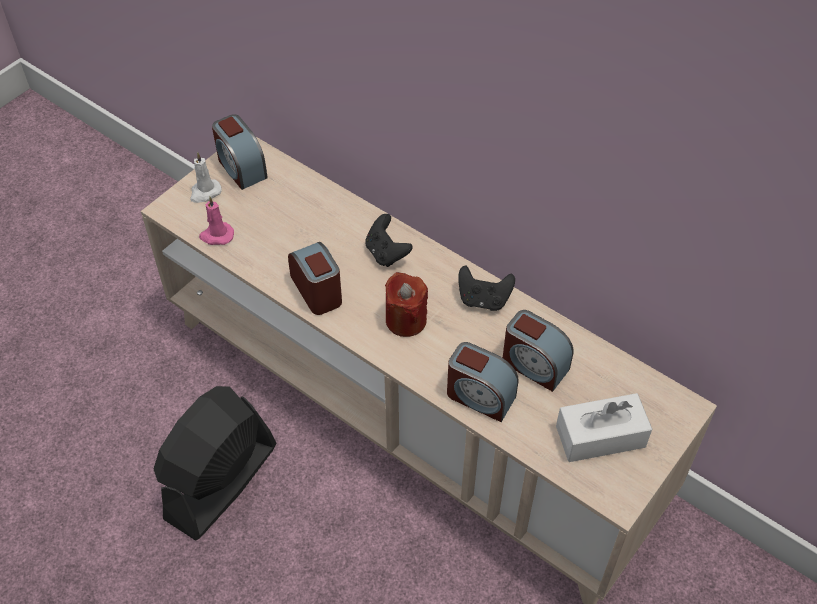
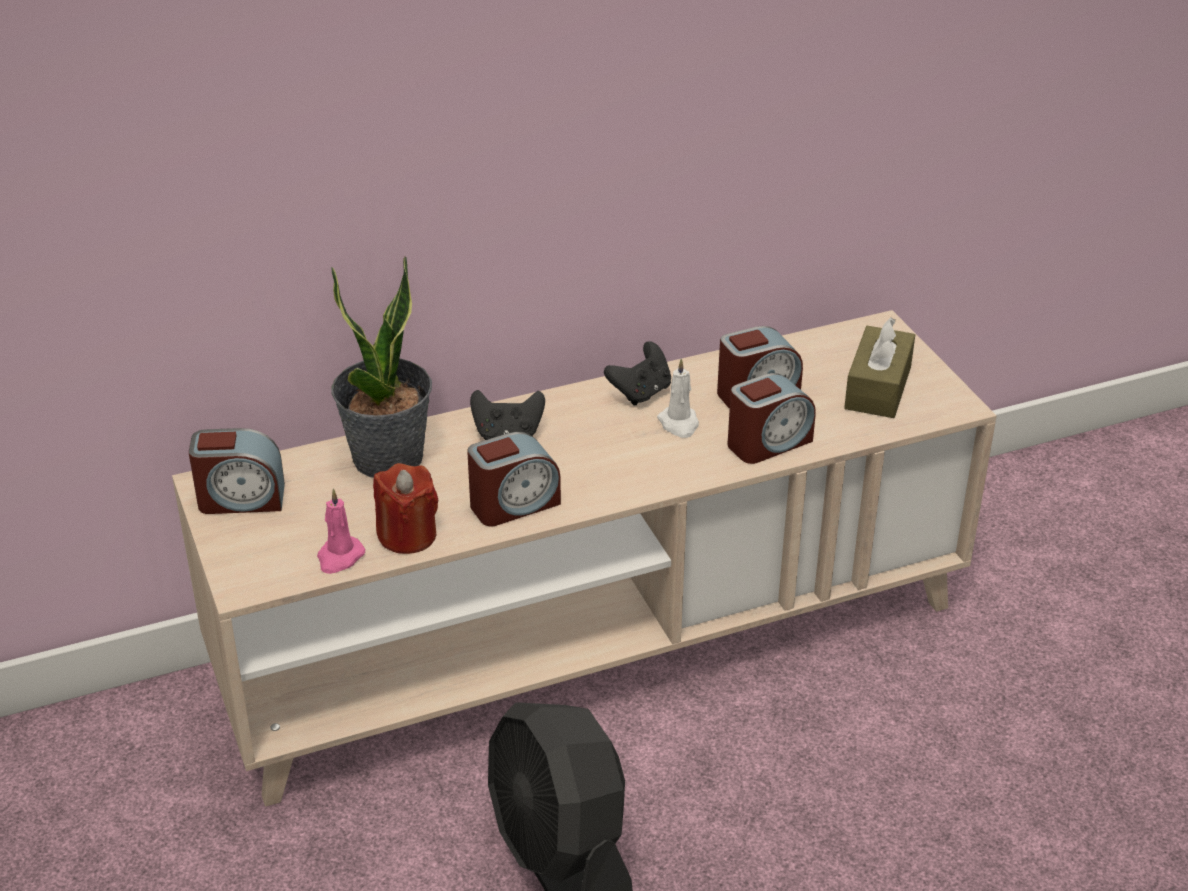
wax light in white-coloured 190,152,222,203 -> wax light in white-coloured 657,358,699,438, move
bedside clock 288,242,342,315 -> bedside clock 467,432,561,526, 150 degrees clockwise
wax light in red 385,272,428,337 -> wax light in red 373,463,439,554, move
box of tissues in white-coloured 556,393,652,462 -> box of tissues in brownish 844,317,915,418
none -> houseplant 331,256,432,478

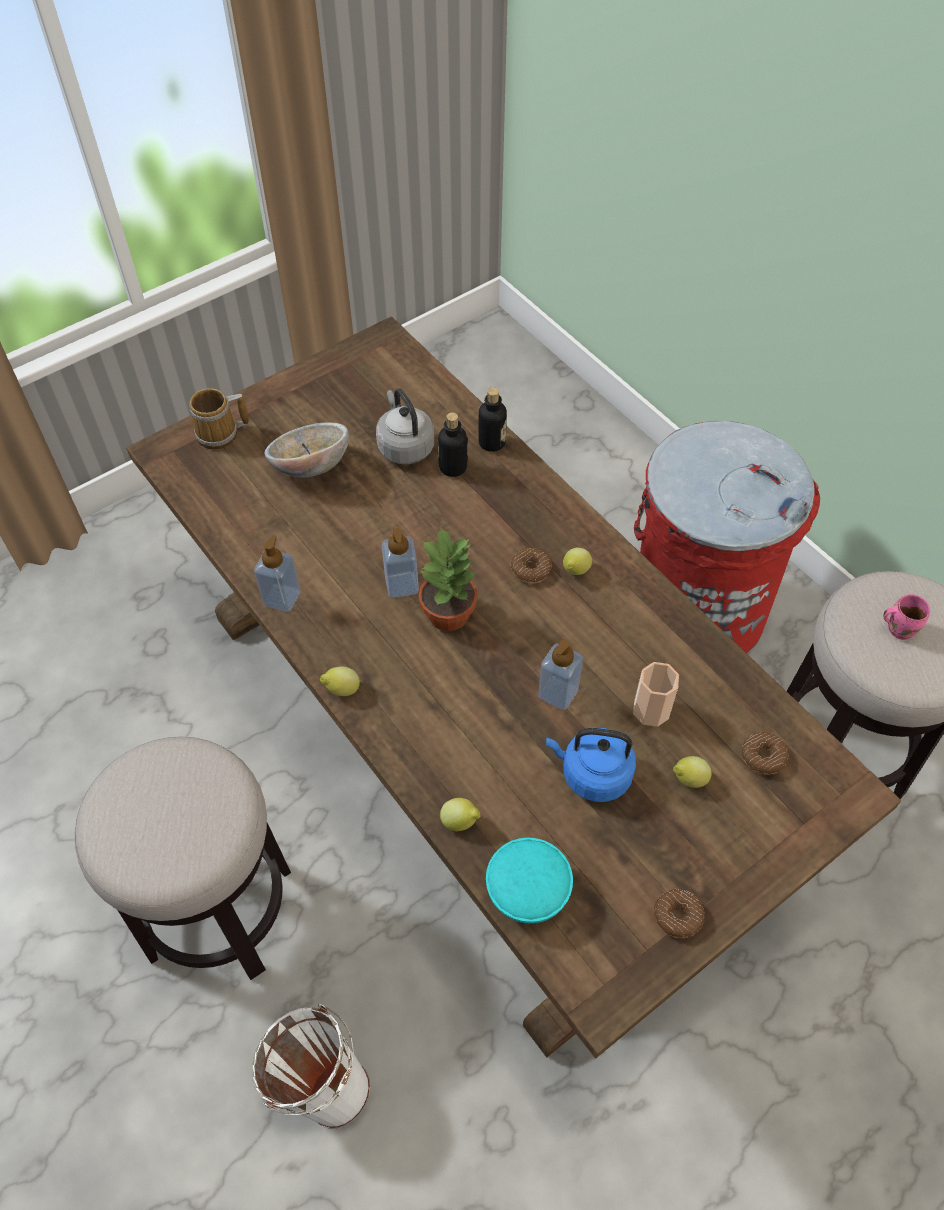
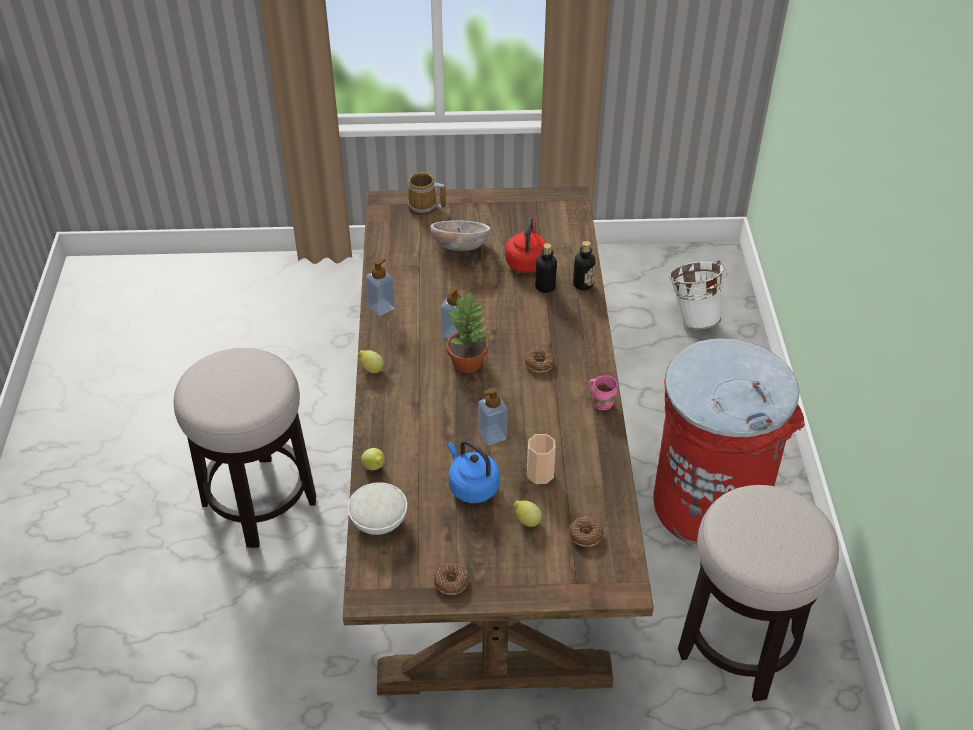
tea kettle in gray 376,388,434,464 -> tea kettle in red 506,218,546,273
citrus fruit 563,547,592,575 -> none
tea mug in pinkish 883,594,930,640 -> tea mug in pinkish 588,375,618,410, move
deep dish in blue-green 486,838,573,923 -> deep dish in white-coloured 348,482,407,535
bucket in white-coloured 252,1004,370,1129 -> bucket in white-coloured 669,260,727,329, move

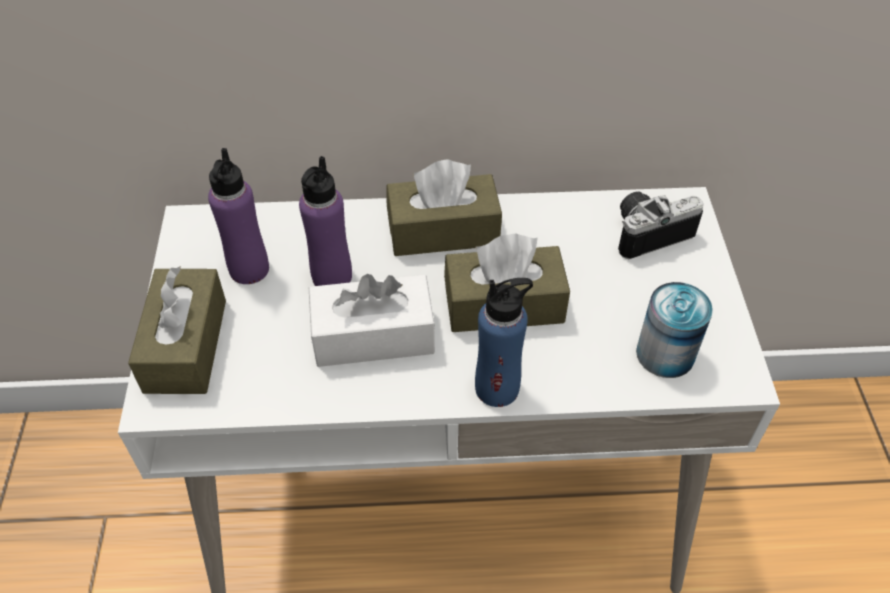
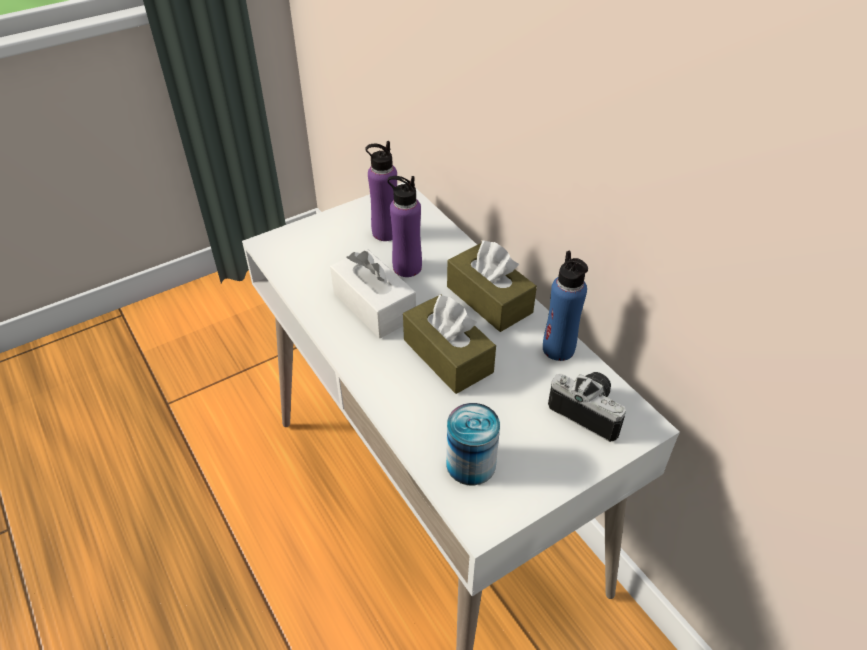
box of tissues in brownish 128,266,226,394 -> none
drink bottle in blue-coloured 475,278,533,407 -> drink bottle in blue-coloured 543,251,588,361, move

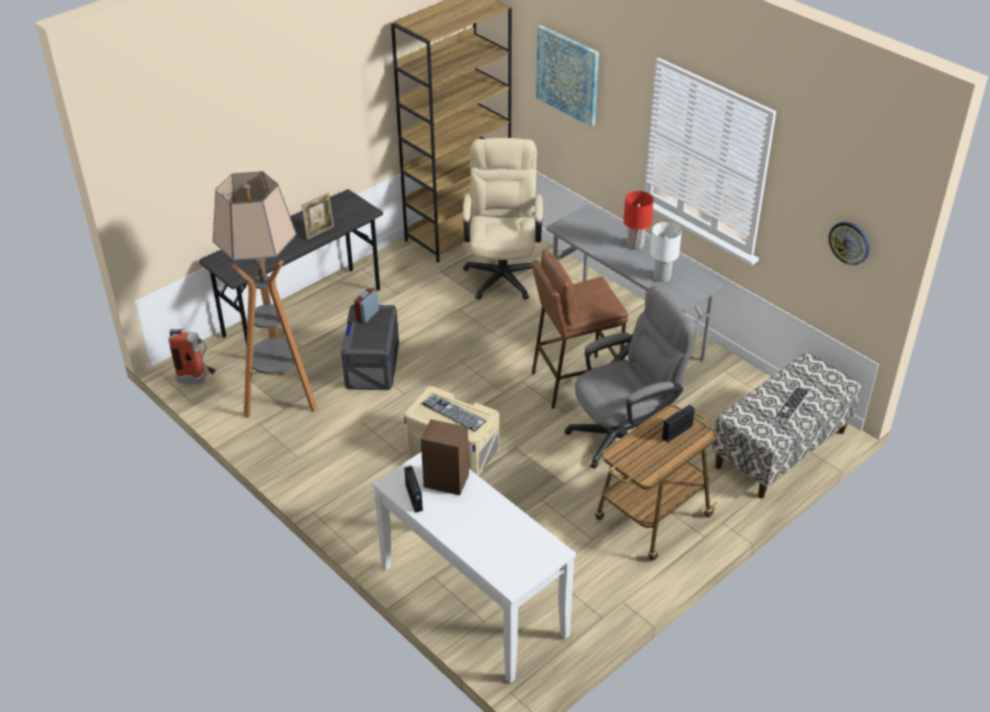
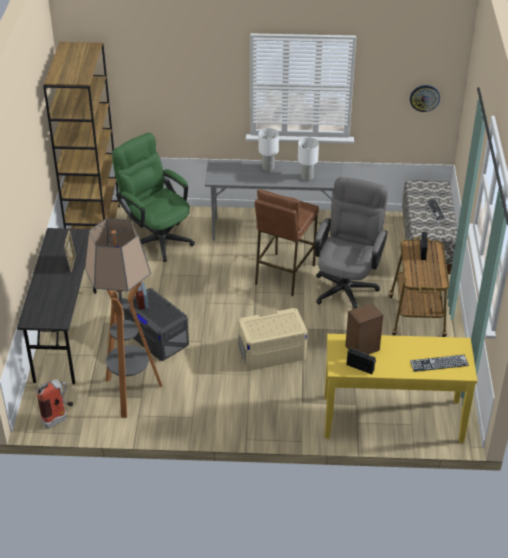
wall art 536,25,599,126 -> none
computer chair in sand-coloured 463,138,543,300 -> computer chair in green 112,133,195,262
tabletop lamp in red 624,191,654,250 -> tabletop lamp in white-coloured 258,128,279,171
computer keyboard 421,393,486,431 -> computer keyboard 410,355,469,372, move
console table in white-coloured 372,452,576,683 -> console table in yellow 324,334,477,443

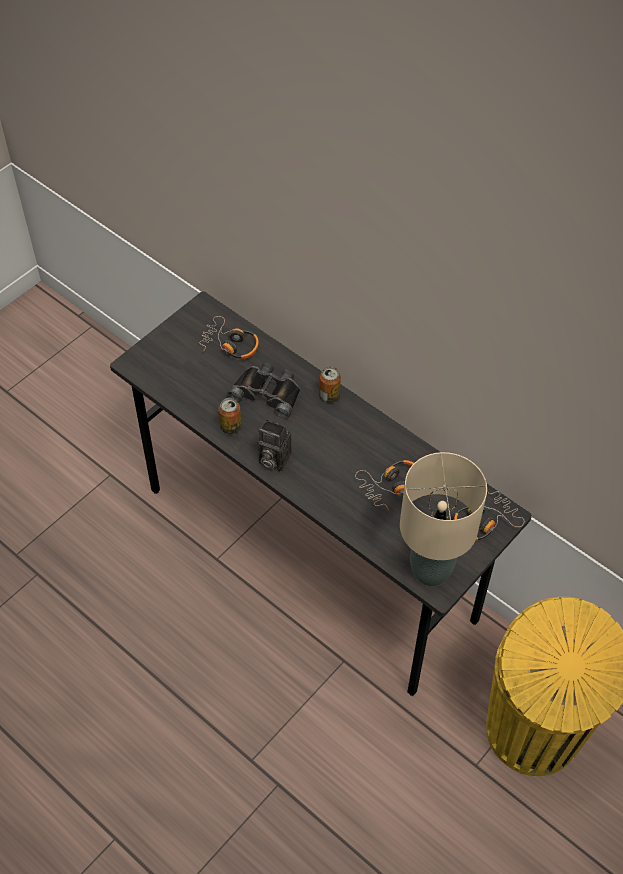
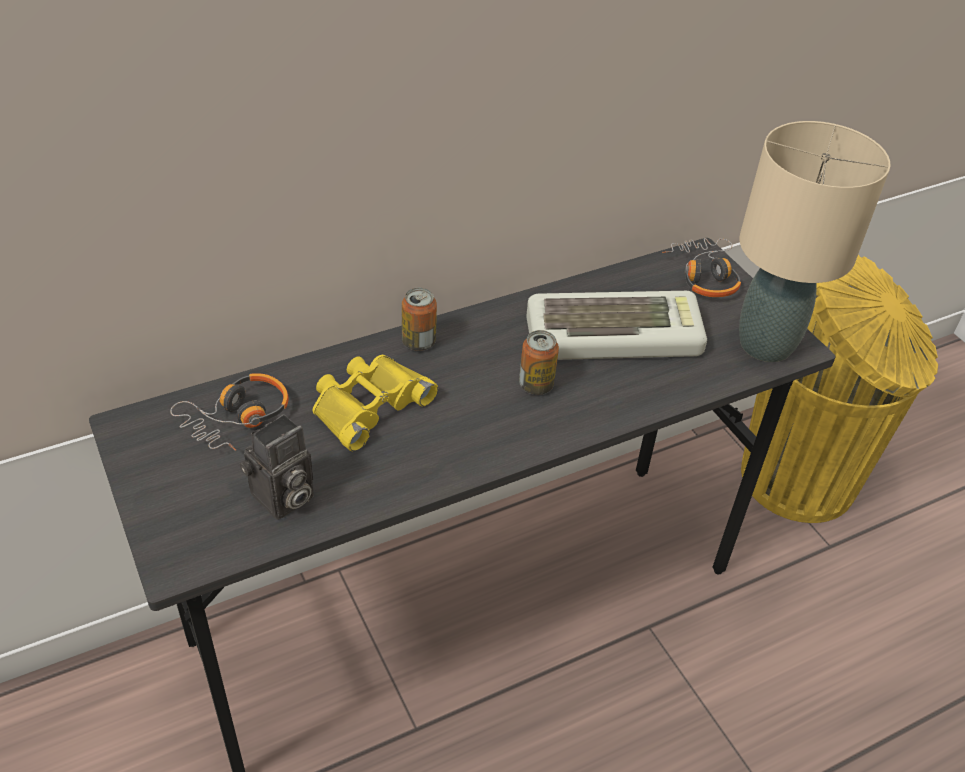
binoculars in black 228,363,301,418 -> binoculars in yellow 313,355,438,451
sealed can 218,398,242,434 -> sealed can 519,330,559,395, move
photo camera 258,420,292,471 -> photo camera 239,414,314,520, move
headphones 355,460,414,510 -> computer keyboard 526,291,707,360

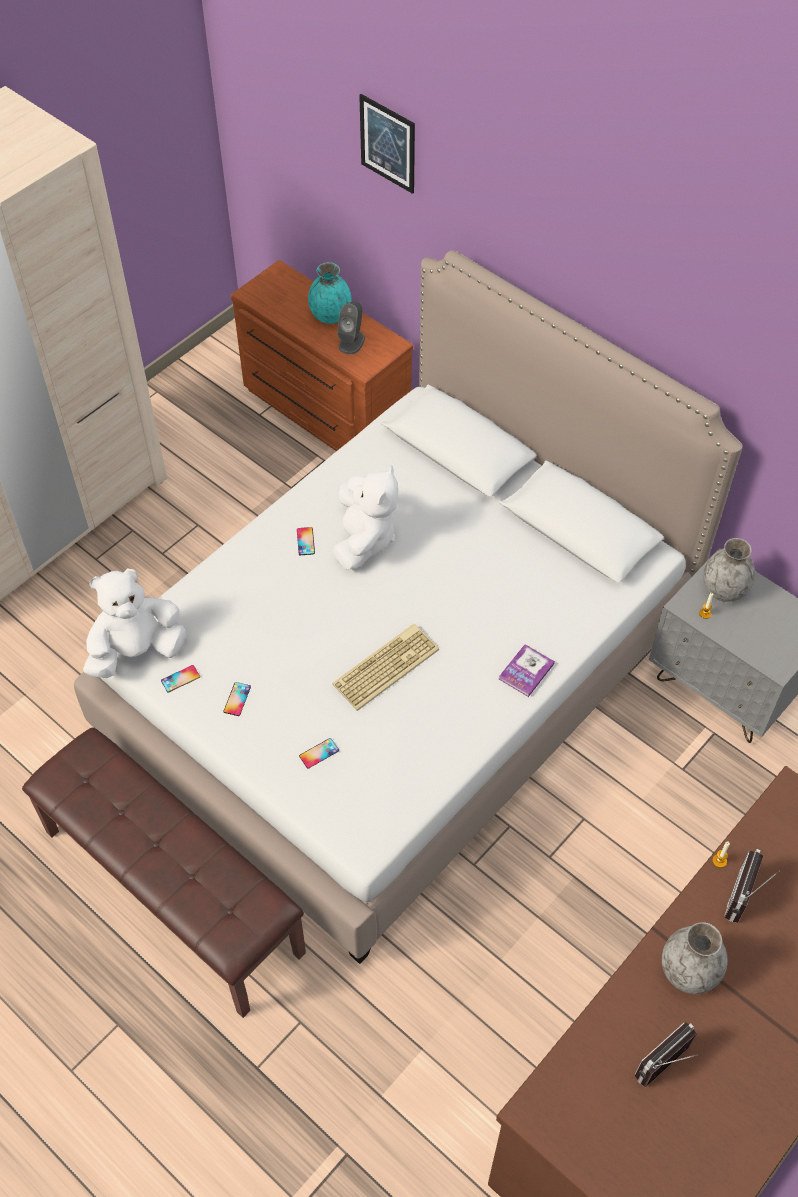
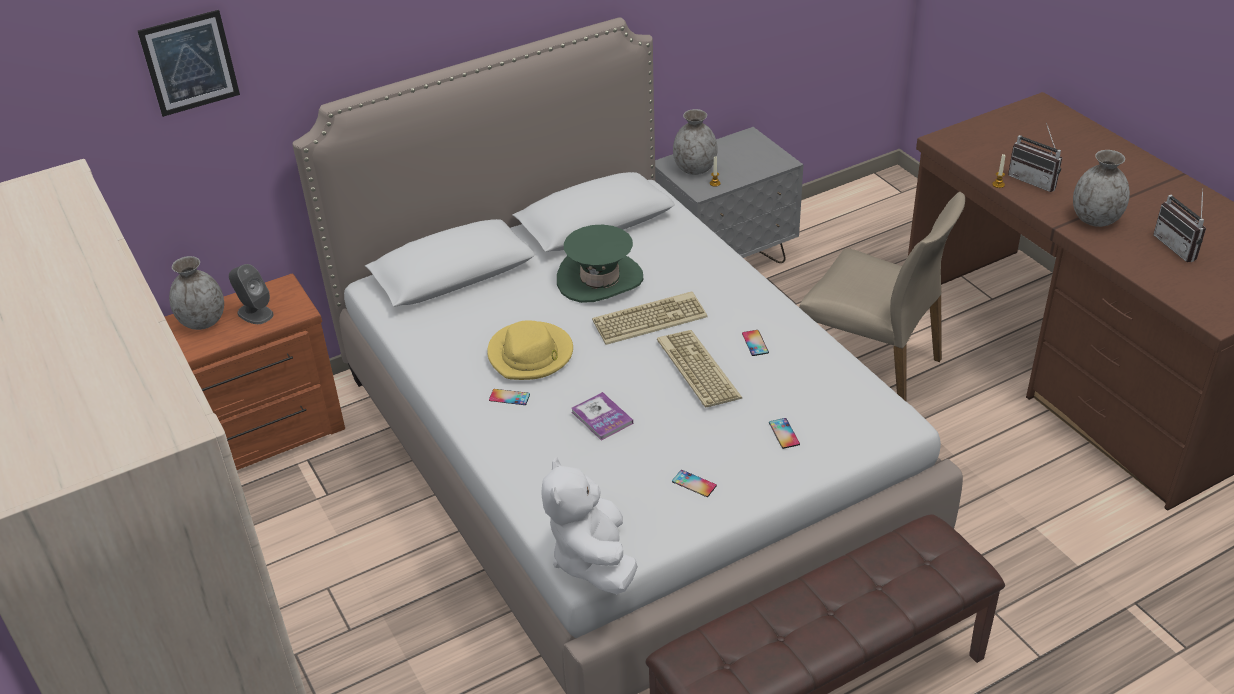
flower vase in blue-green 308,262,351,324 -> flower vase in gray 169,256,224,330
soft toy in white-coloured 333,465,398,570 -> wearable hat in yellow 487,320,573,380
bound book 499,644,555,697 -> bound book 571,392,633,441, move
telephone 161,665,200,693 -> telephone 742,330,769,356, move
none -> plain chair in sand-coloured 799,192,965,402
none -> wearable hat in green 557,225,644,303
none -> computer keyboard 592,292,707,345

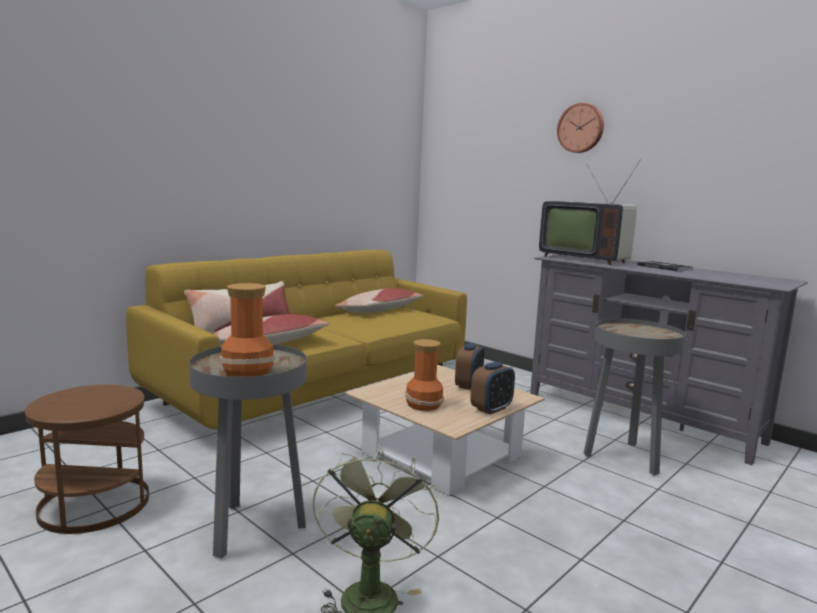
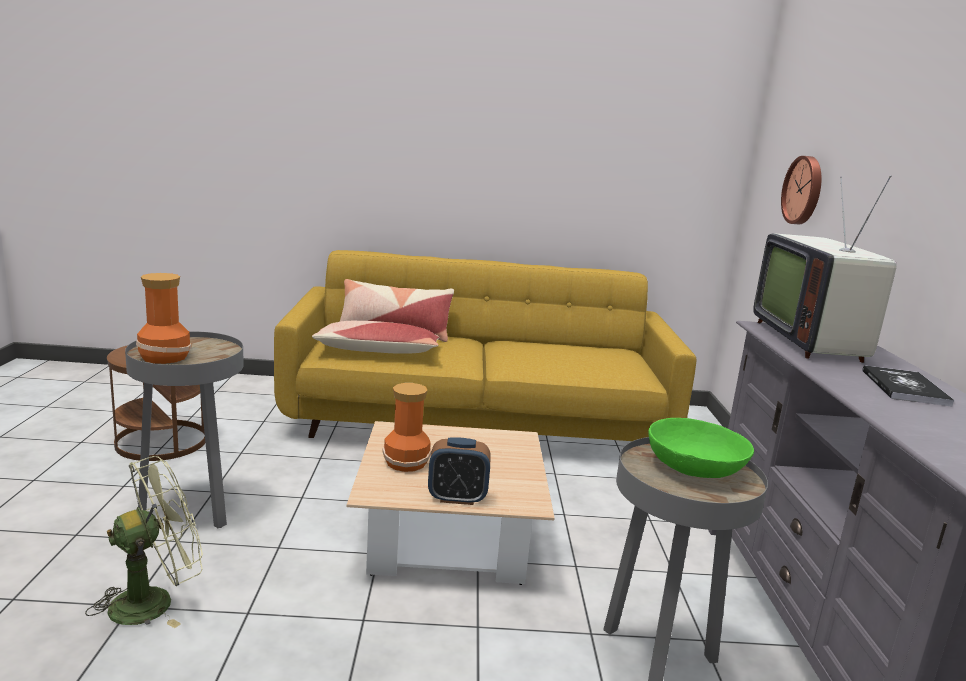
wall clock 557,103,604,153 -> wall clock 781,156,822,224, move
cushion 335,288,424,313 -> none
bedside clock 455,343,484,390 -> none
none -> deep dish in green 649,418,754,478

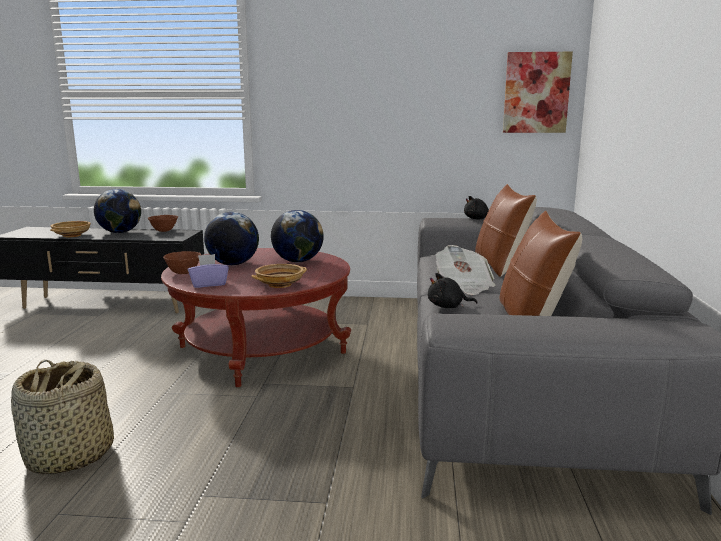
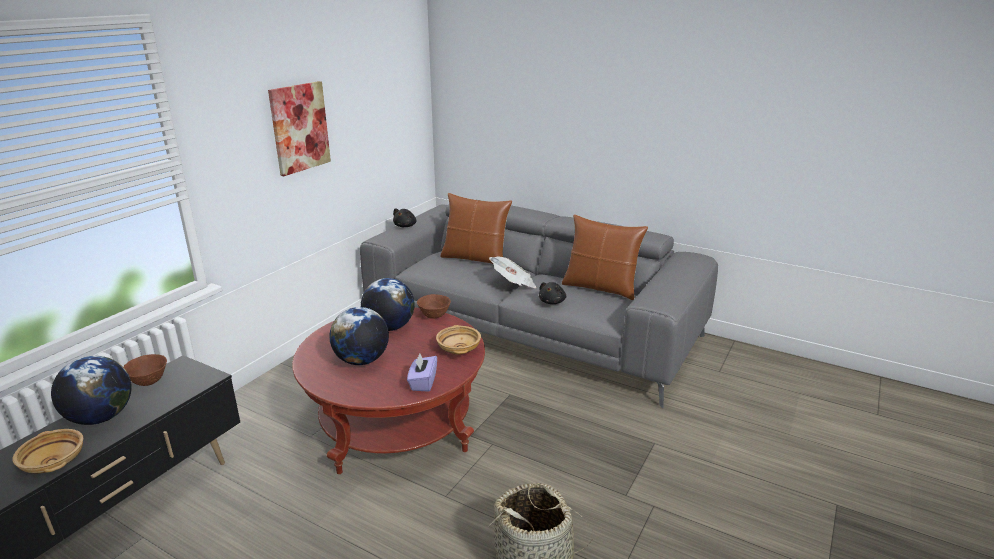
wall art 503,52,573,133 -> wall art 268,81,331,176, move
deep dish in brownish 163,251,201,274 -> deep dish in brownish 417,294,451,319, move

